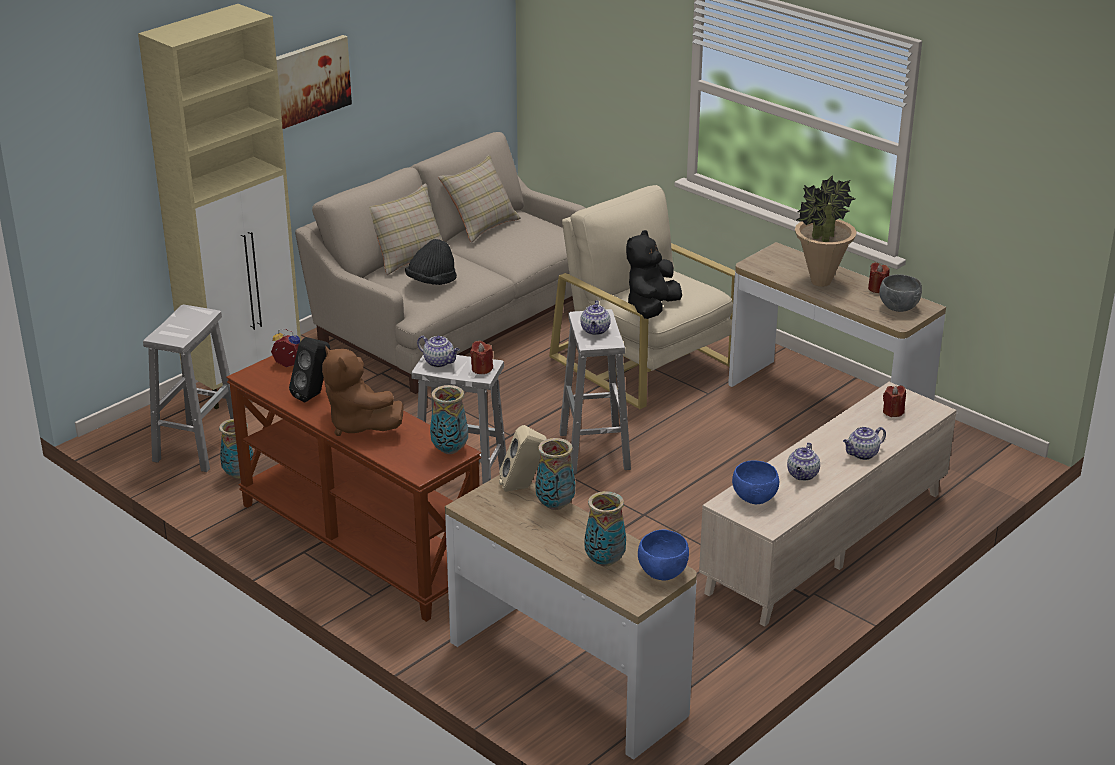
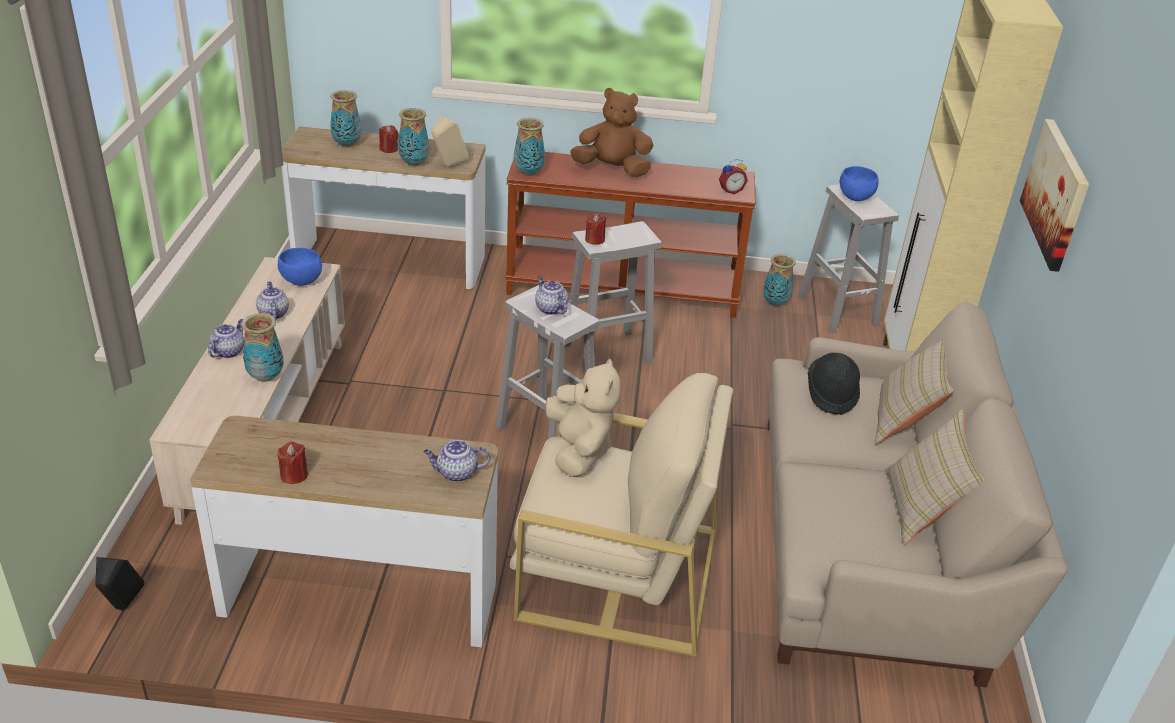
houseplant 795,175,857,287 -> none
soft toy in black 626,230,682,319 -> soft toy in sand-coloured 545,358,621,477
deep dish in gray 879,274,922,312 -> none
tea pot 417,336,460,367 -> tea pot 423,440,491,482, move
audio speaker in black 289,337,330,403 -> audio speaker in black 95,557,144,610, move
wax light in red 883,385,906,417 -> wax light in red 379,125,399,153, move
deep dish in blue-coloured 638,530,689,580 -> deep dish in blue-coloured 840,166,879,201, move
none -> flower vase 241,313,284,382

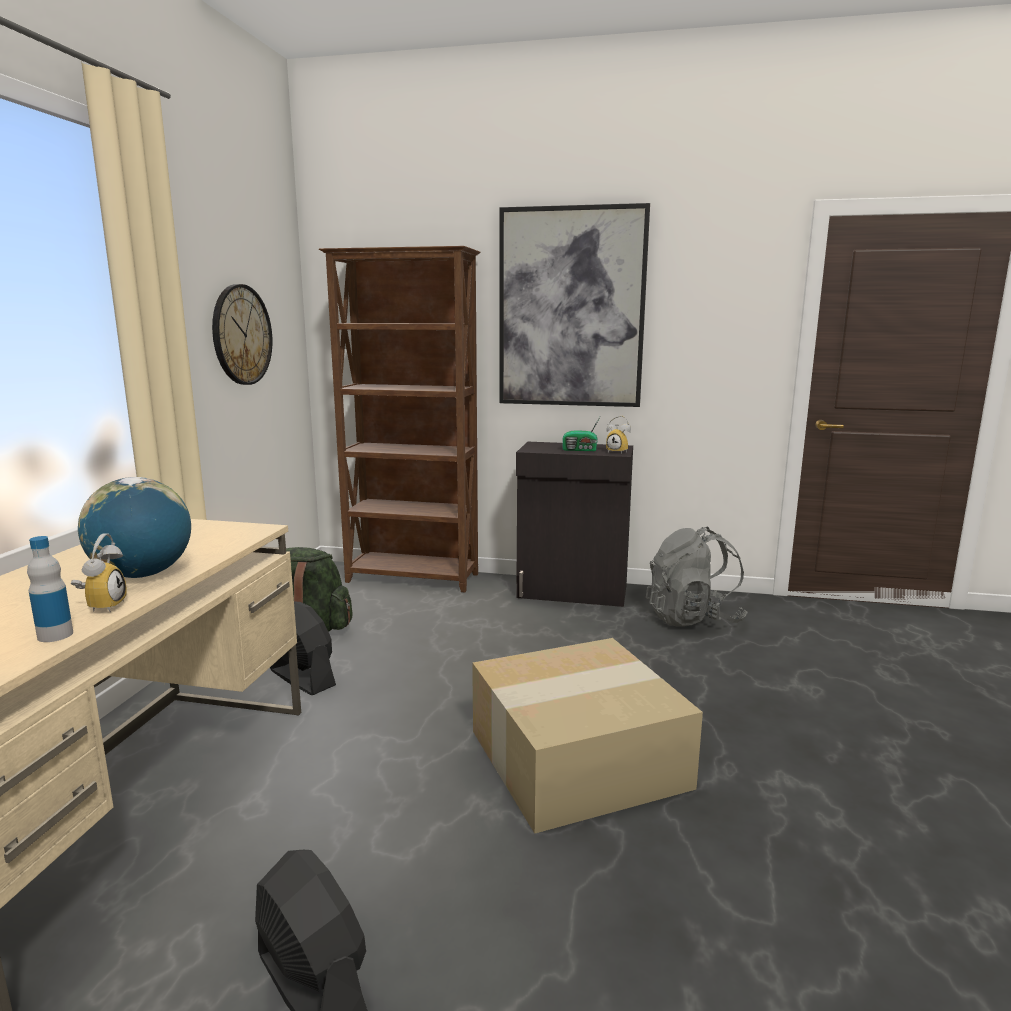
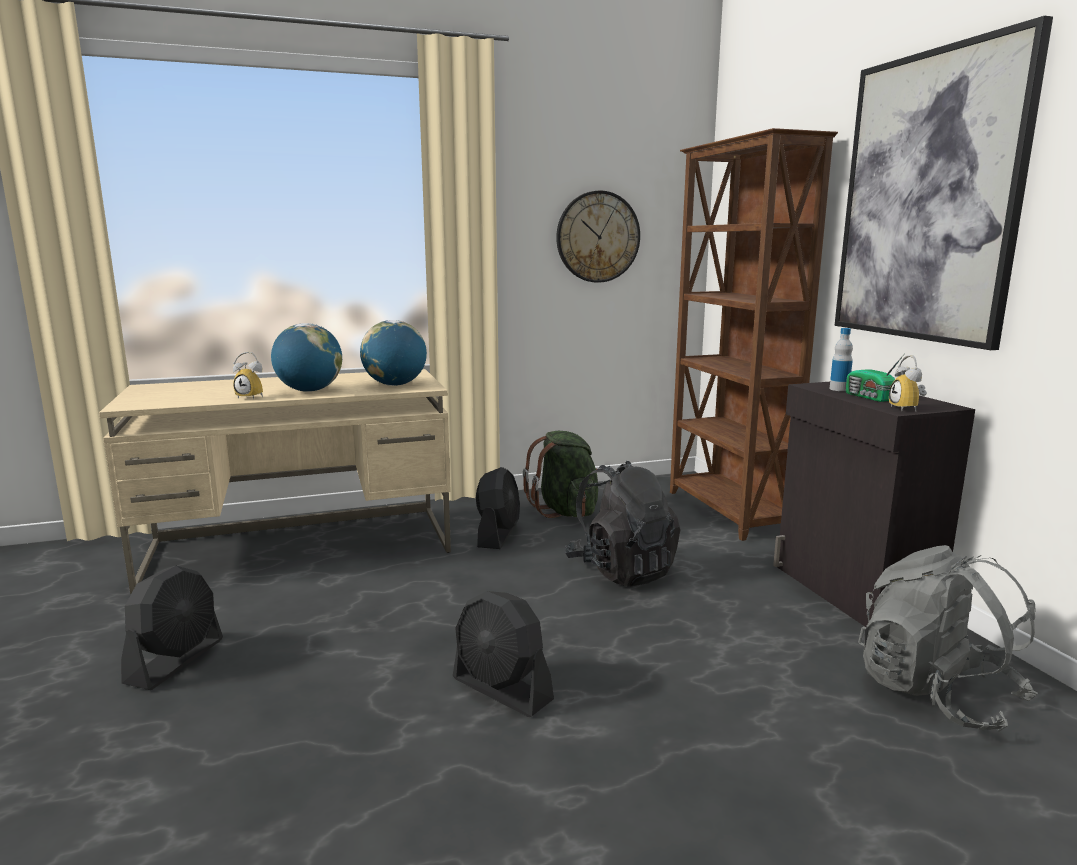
bedside clock 71,533,127,612 -> bedside clock 233,352,263,399, 45 degrees clockwise
drink bottle 27,536,73,642 -> drink bottle 830,328,853,391, move
packing box 472,638,703,834 -> cooling fan in black 453,591,554,717
none -> globe 360,320,427,386
none -> rucksack in black 565,461,681,587

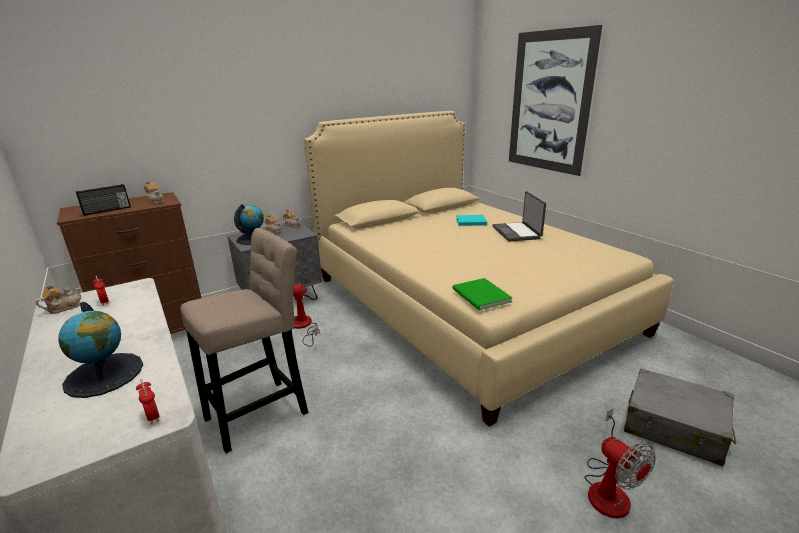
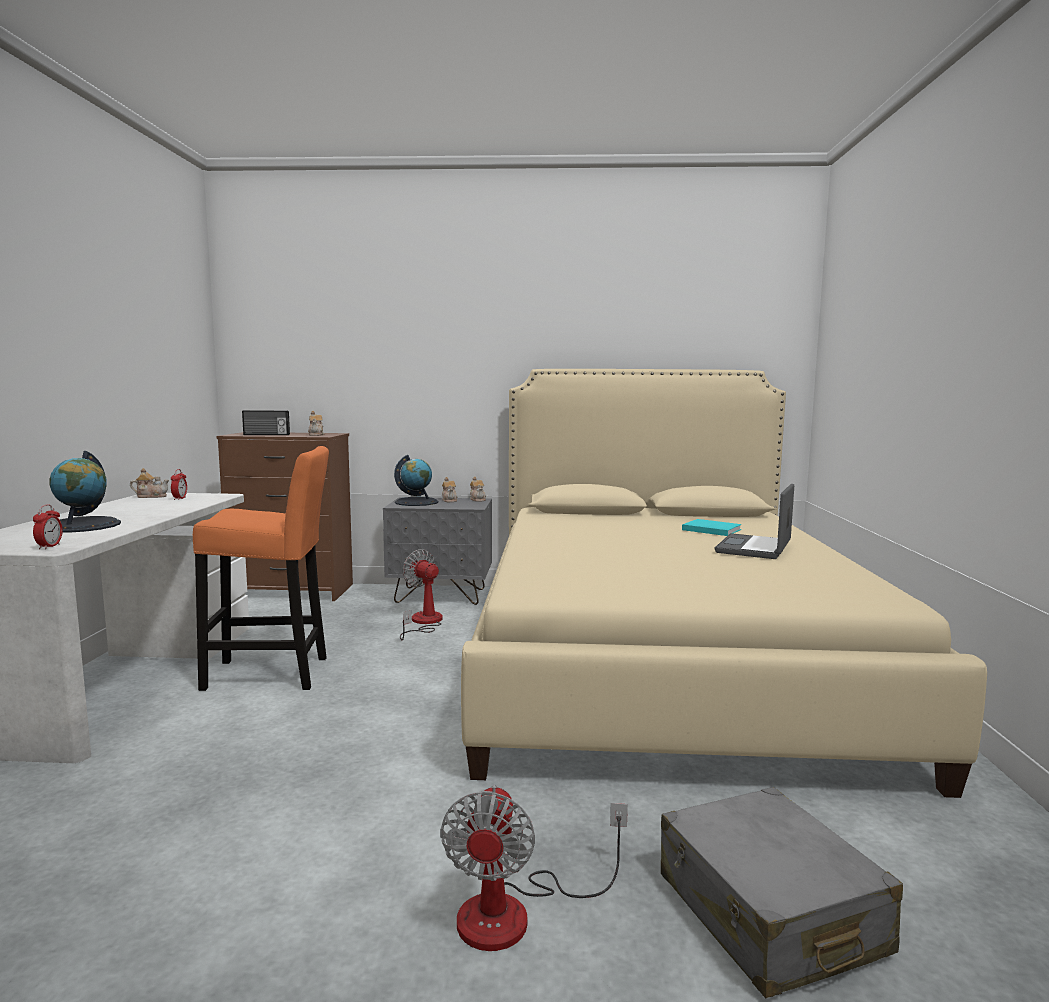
wall art 509,25,602,176 -> none
stool in sand-coloured 181,228,308,453 -> stool in orangey 193,446,329,691
bound book in green 452,278,513,310 -> none

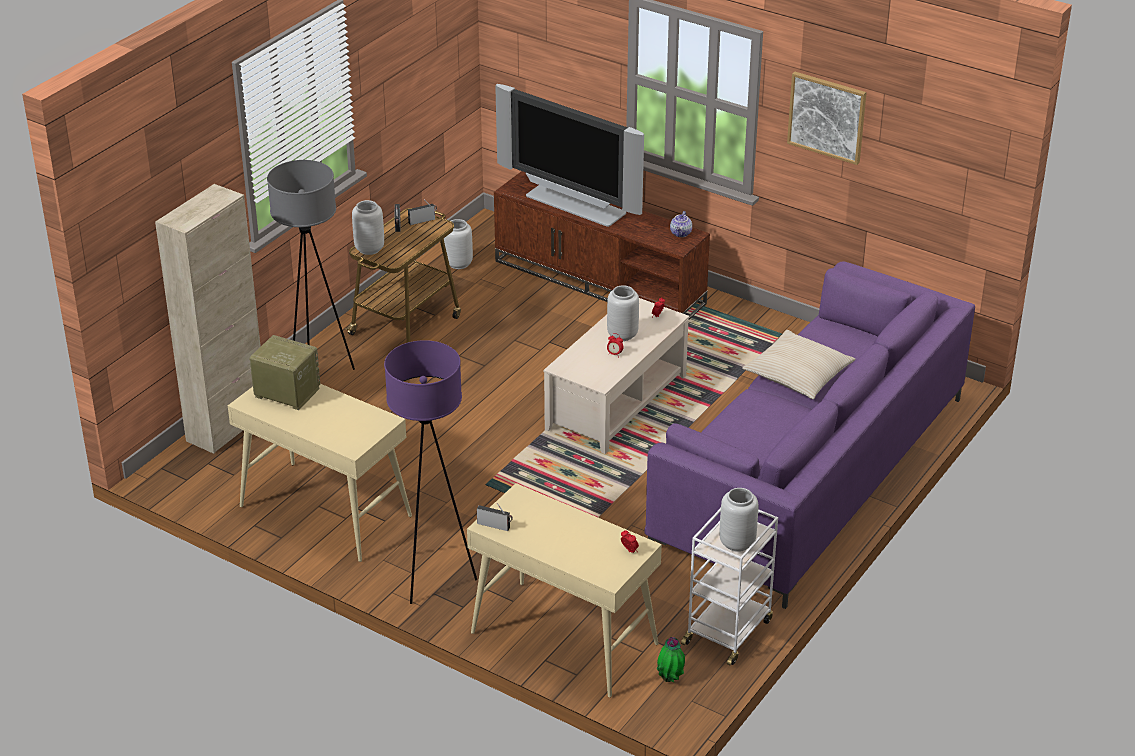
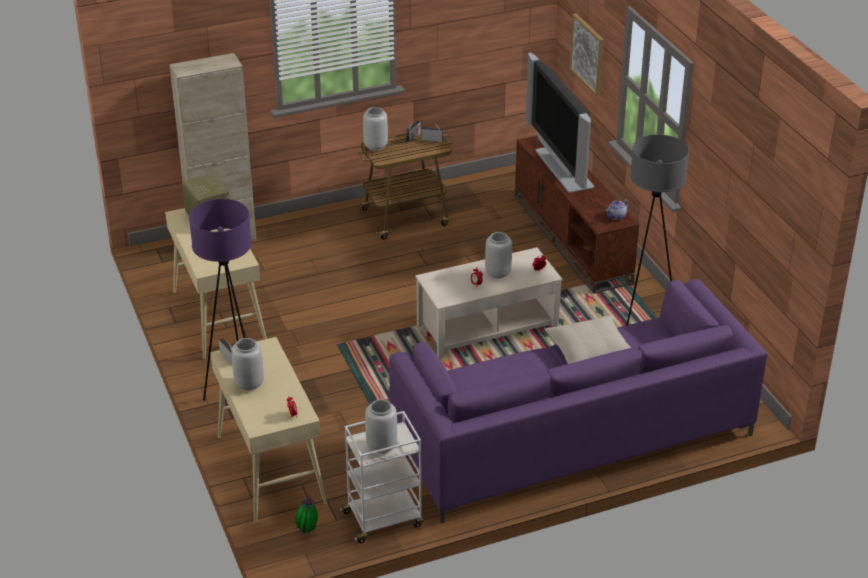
wall art 787,72,867,165 -> wall art 569,13,604,96, move
standing lamp in gray 267,160,355,370 -> standing lamp in gray 626,134,689,325, move
flower vase in gray 444,219,473,269 -> flower vase in gray 231,338,264,391, move

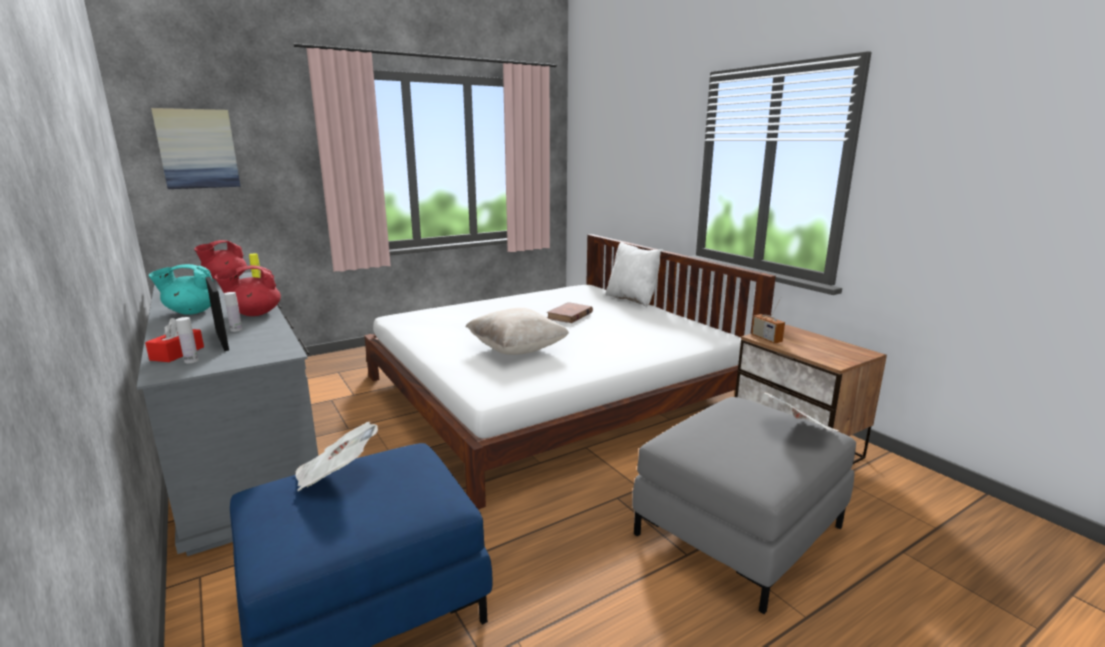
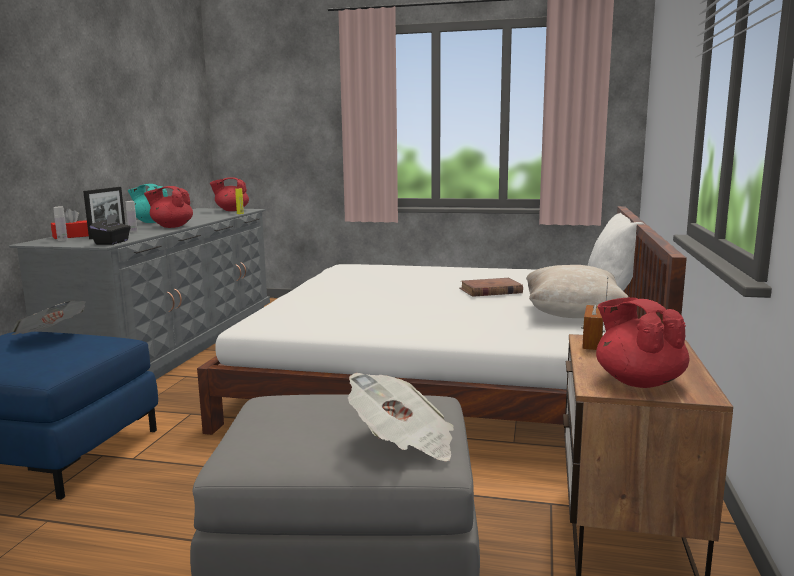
wall art 151,108,241,189 -> none
cushion in sand-coloured 466,308,569,355 -> cushion in sand-coloured 526,265,628,318, move
none -> box of tissues in black 89,214,131,245
none -> tea pot in red 596,297,689,388

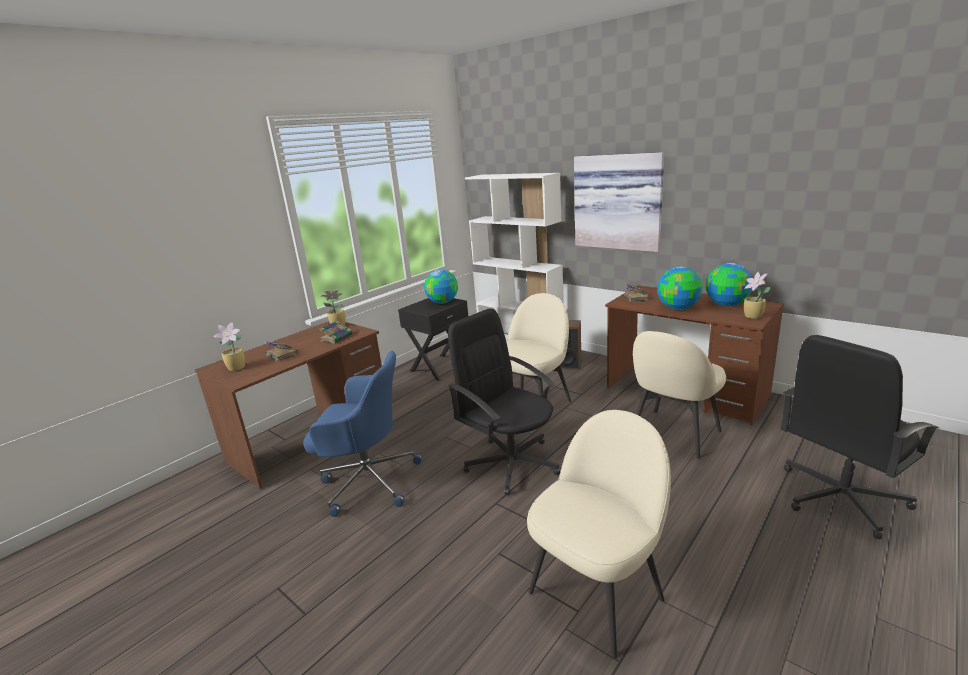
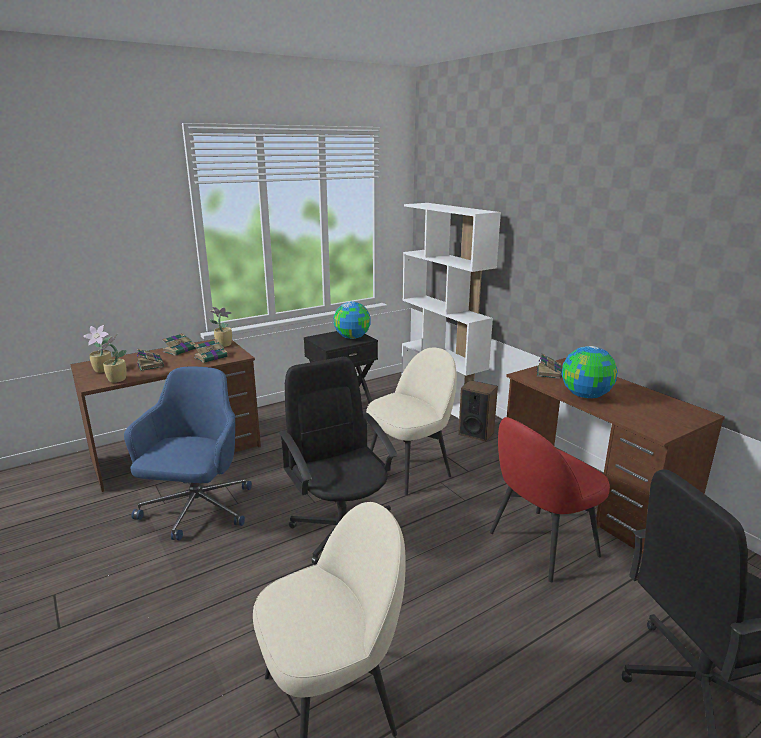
wall art 574,152,664,252 -> none
globe 706,263,752,306 -> none
houseplant 744,272,771,319 -> houseplant 98,333,127,383, move
plain chair in sand-coloured 633,331,726,459 -> plain chair in red 490,417,610,582
computer chair in blue-coloured 303,351,422,517 -> computer chair in blue-coloured 124,367,252,540, 105 degrees counterclockwise
none -> bound book 162,333,196,356

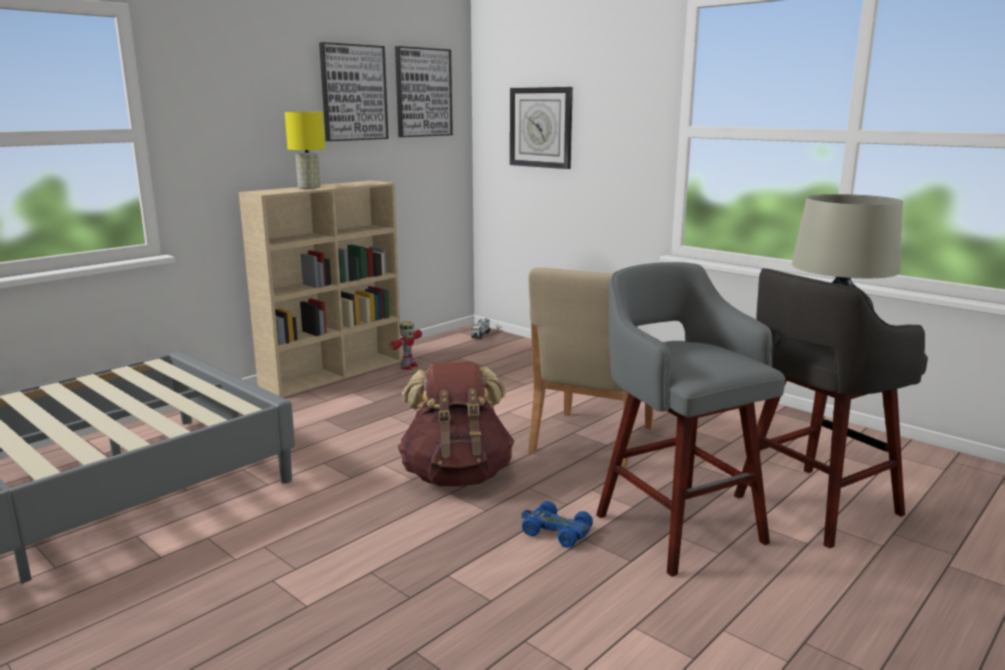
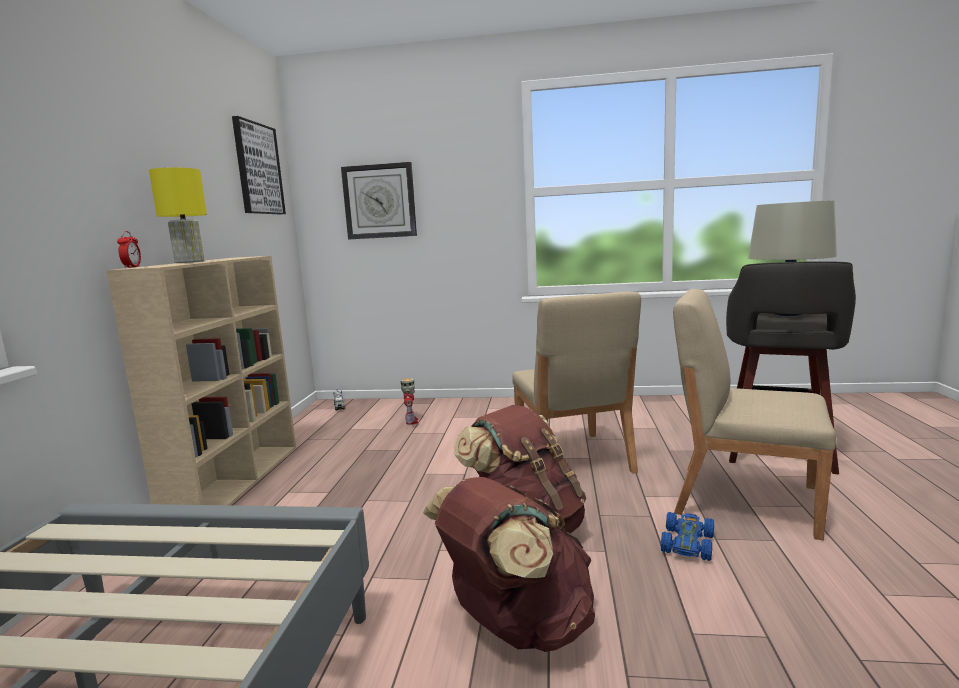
wall art 319,42,389,141 -> none
stool in gray 596,262,785,577 -> plain chair in sand-coloured 673,289,836,540
robot figure 390,321,422,370 -> robot figure 401,378,419,425, move
model car in blue-coloured 521,501,593,548 -> model car in blue-coloured 661,512,714,561, 120 degrees clockwise
none -> bedside clock 117,231,141,268
none -> rucksack in brownish 423,477,595,652

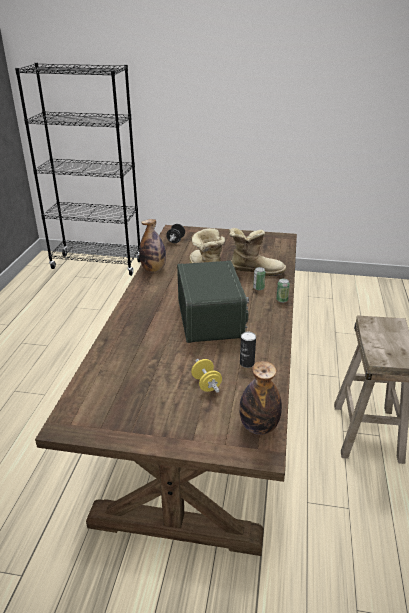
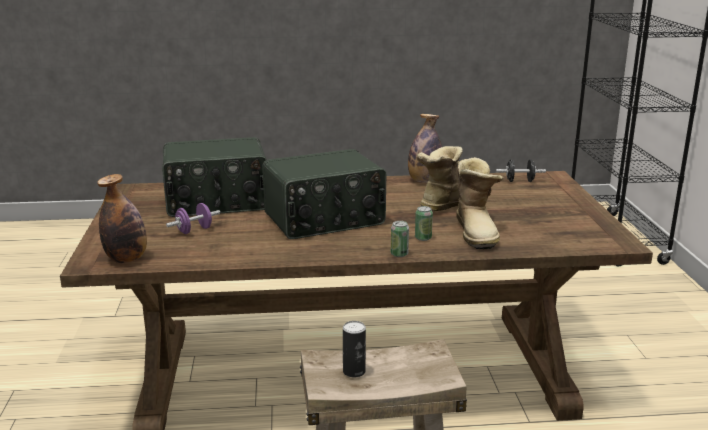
sealed can 240,332,256,368 -> sealed can 343,321,366,377, move
dumbbell in yellow 191,359,222,393 -> dumbbell in purple 166,203,220,234
none -> radio 162,137,267,217

